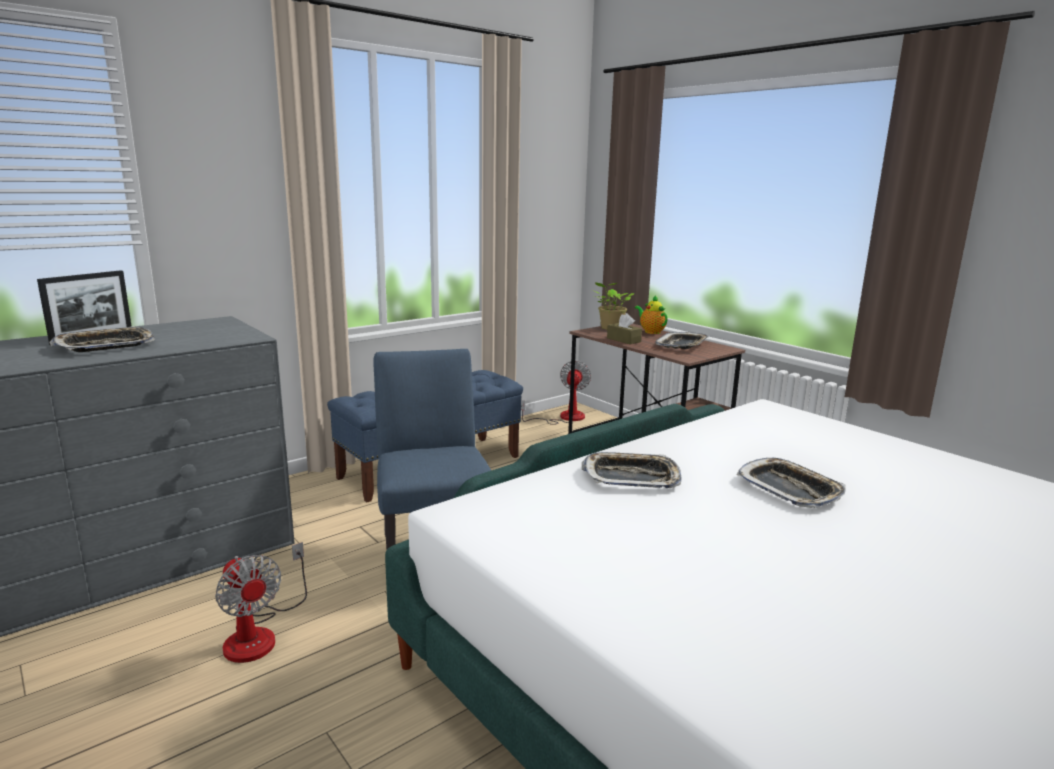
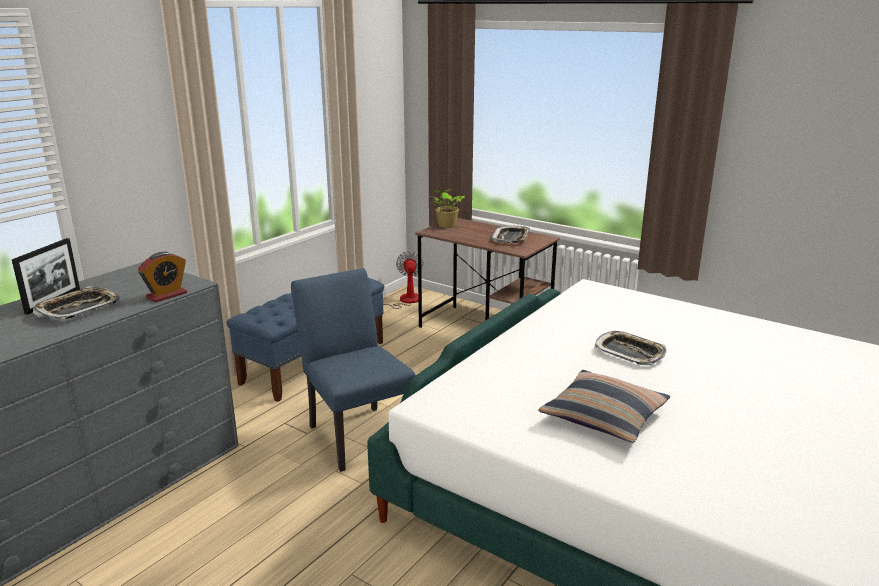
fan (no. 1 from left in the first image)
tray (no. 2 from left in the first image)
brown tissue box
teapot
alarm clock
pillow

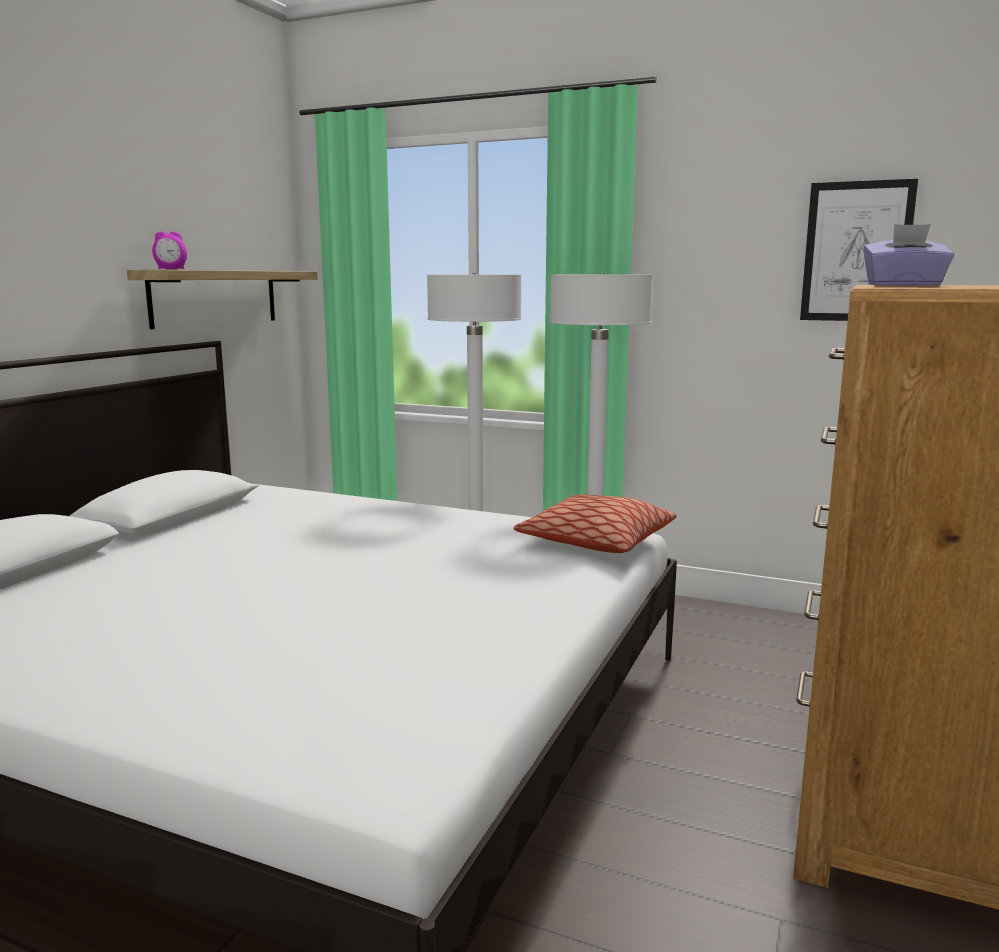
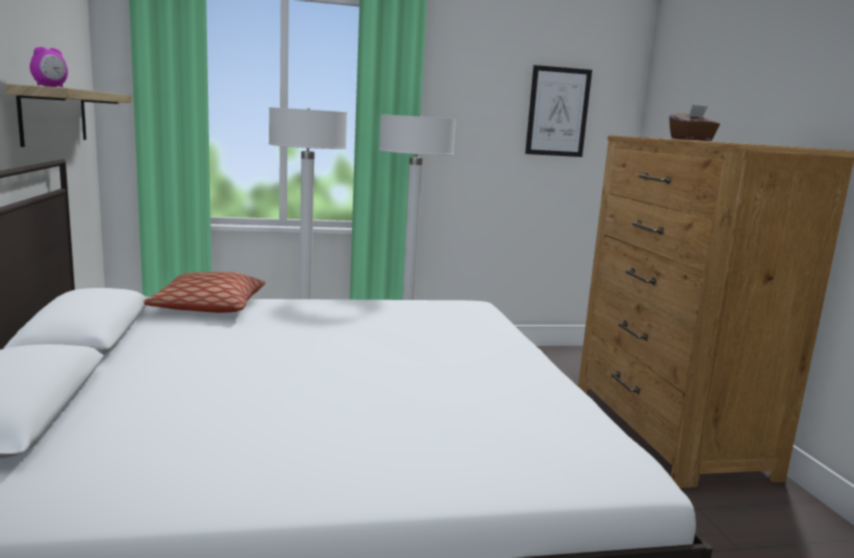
pillow
brown tissue box

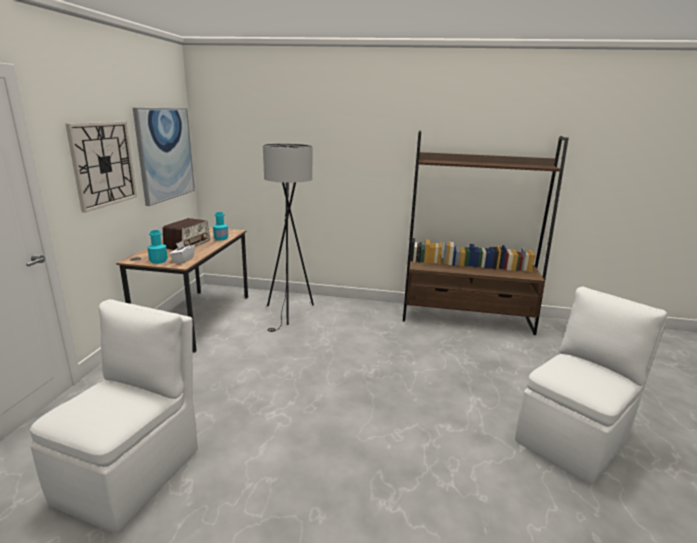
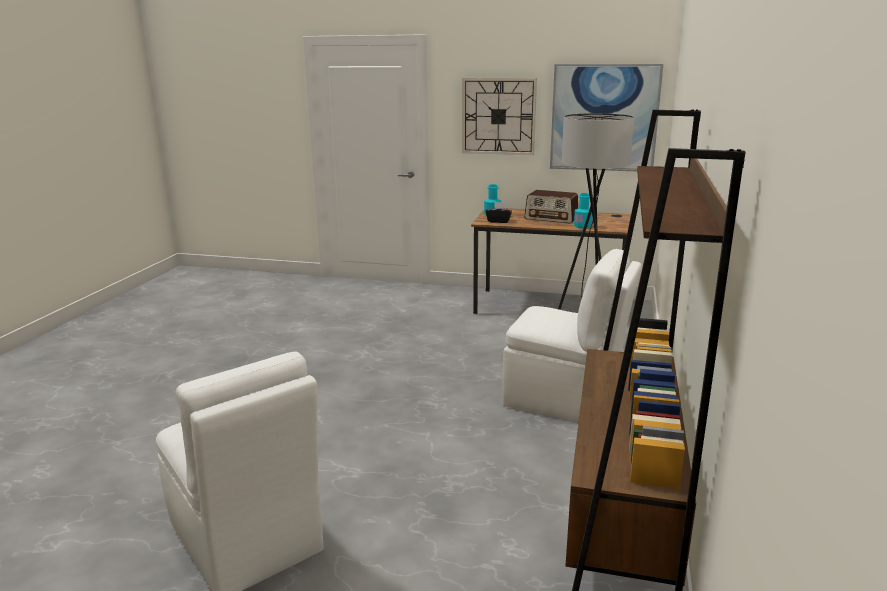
white chair (no. 2 from left)
black tissue box

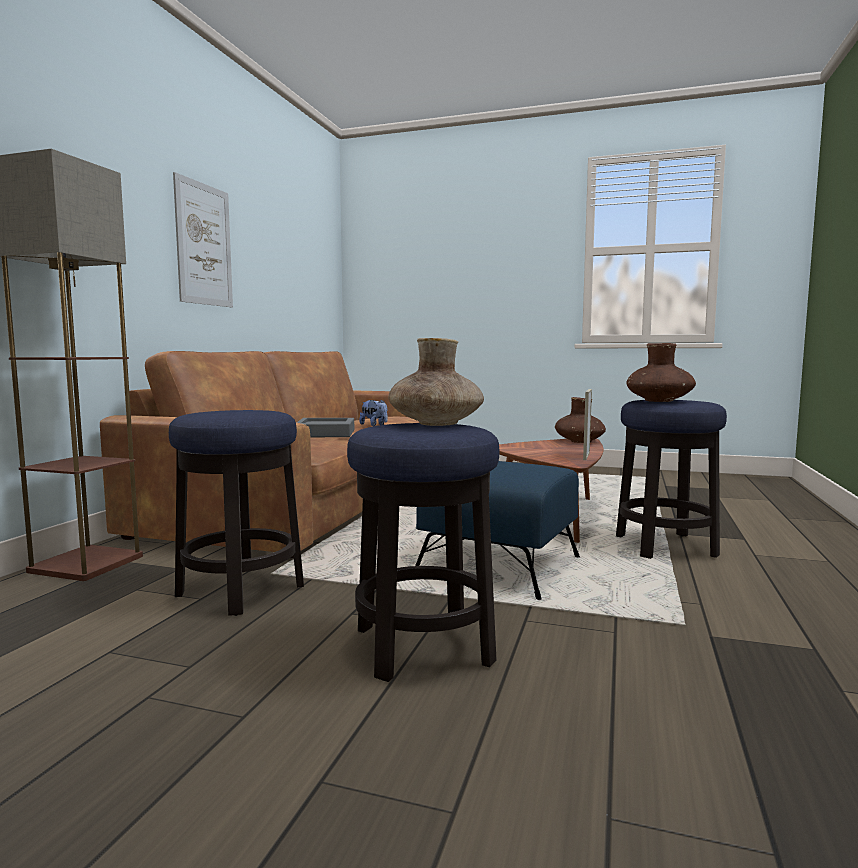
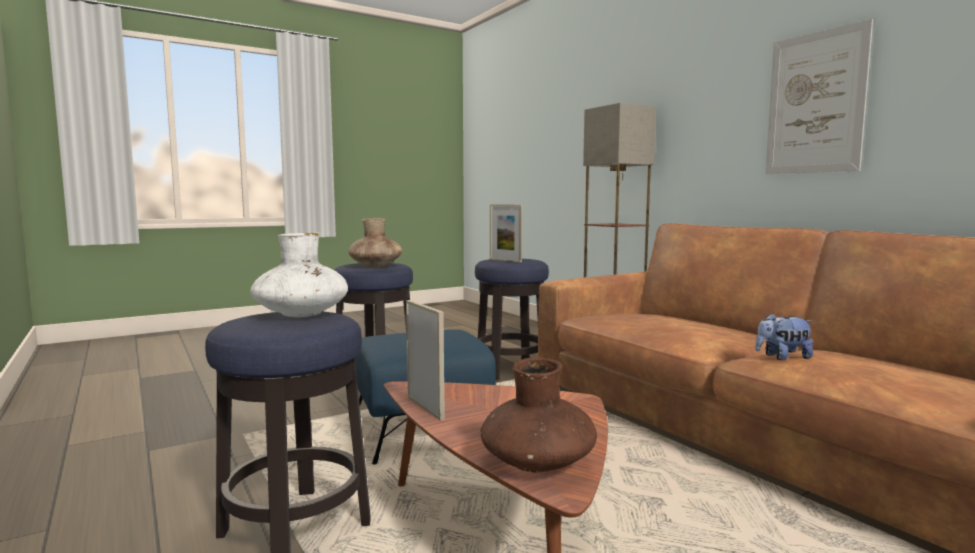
grey tray
picture frame (no. 2 from left)
white vase

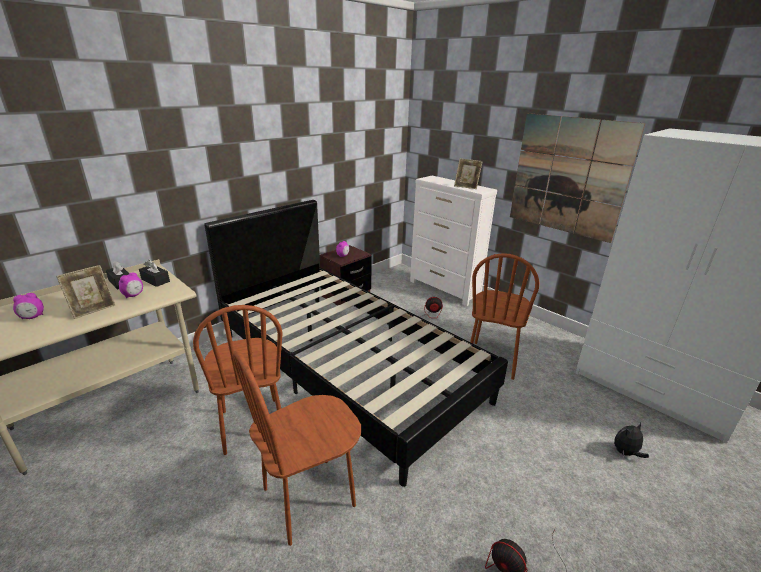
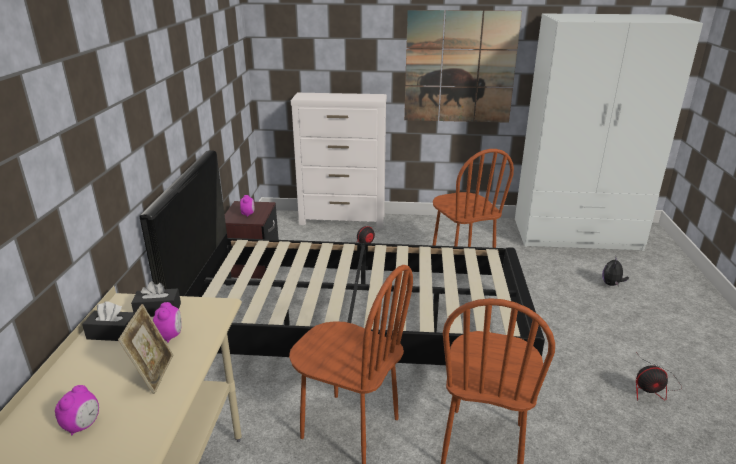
picture frame (no. 2 from left in the first image)

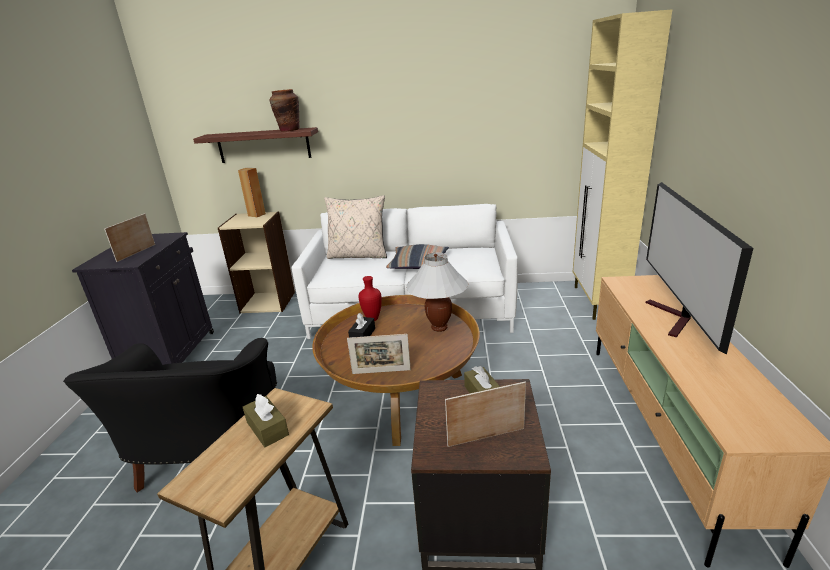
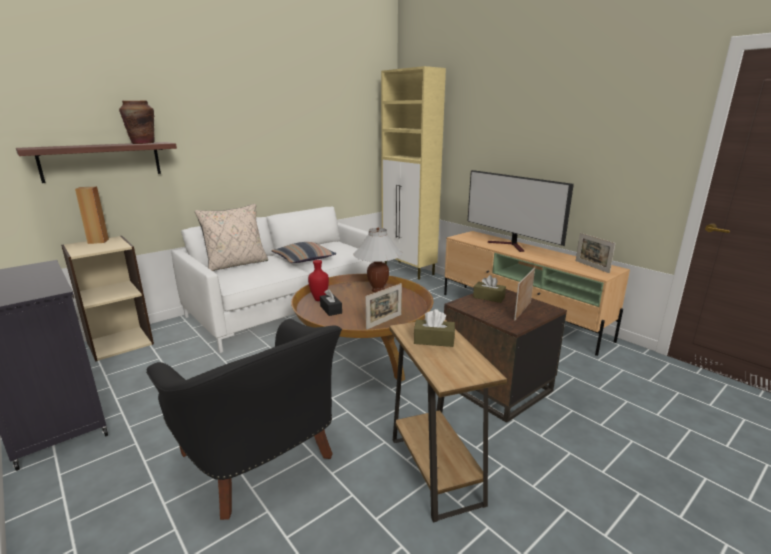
picture frame (no. 3 from left)

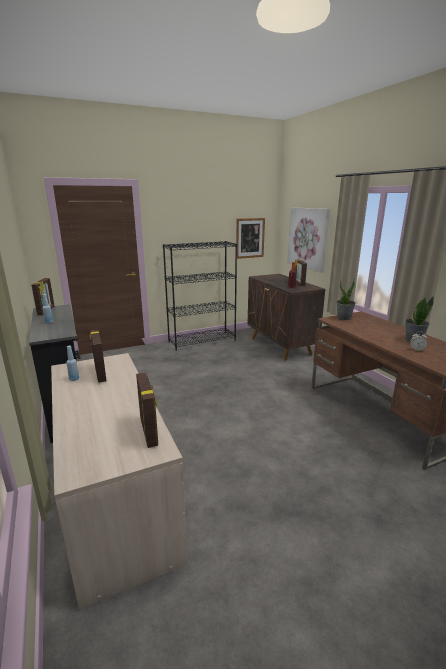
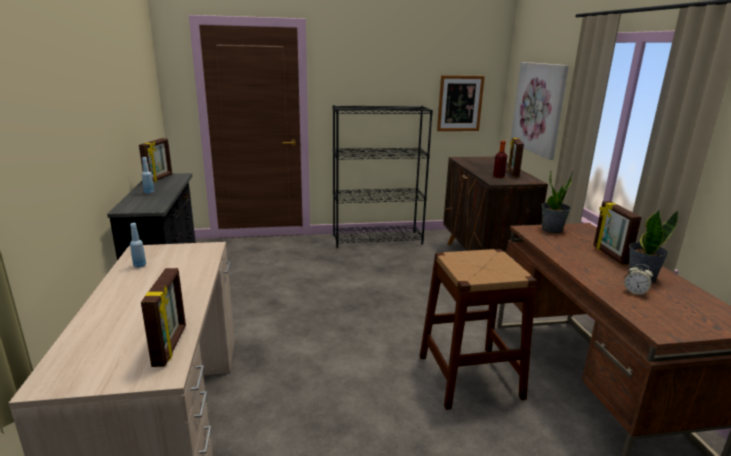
brown stool
picture frame (no. 4 from left)

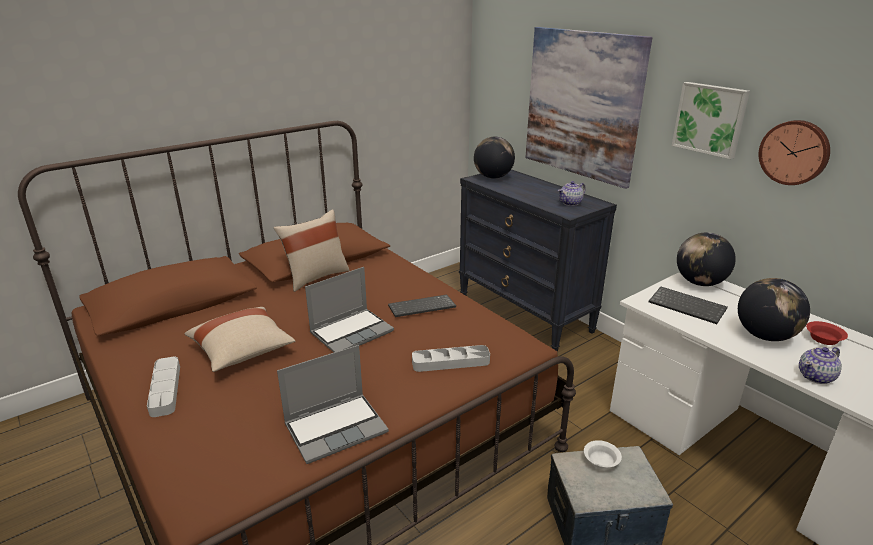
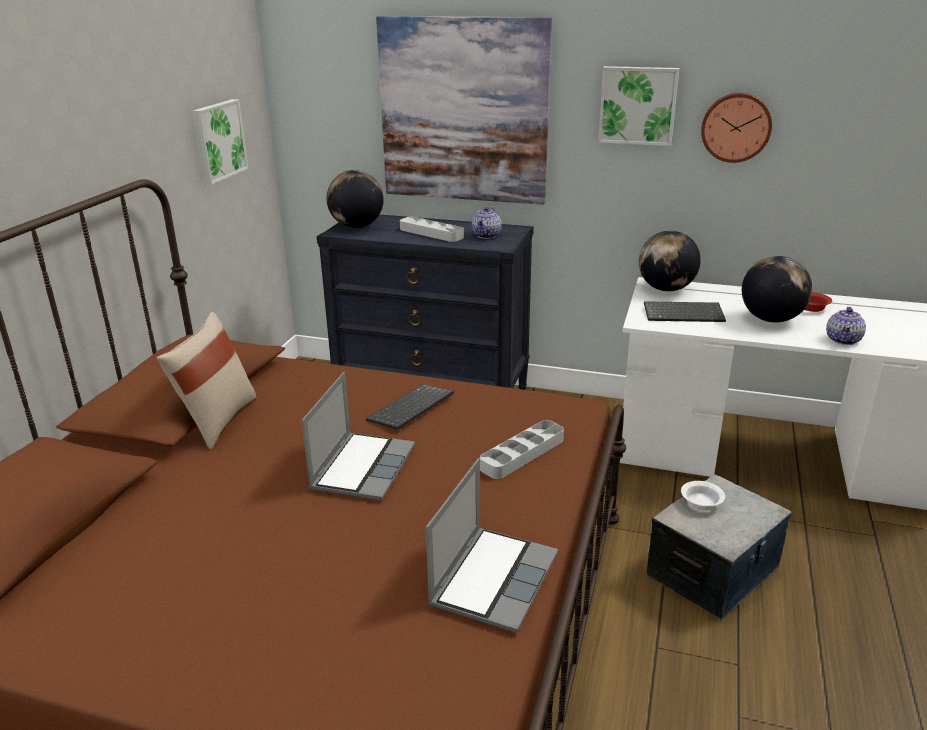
beige pillow (no. 1 from left in the first image)
picture (no. 1 from left)
grey tray (no. 1 from left)

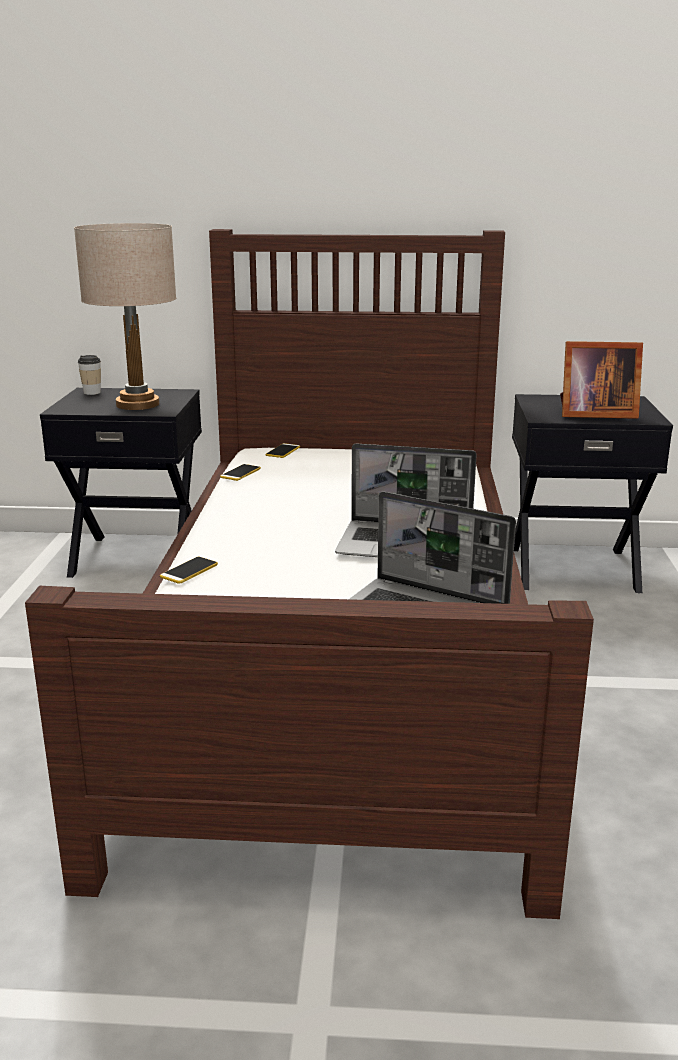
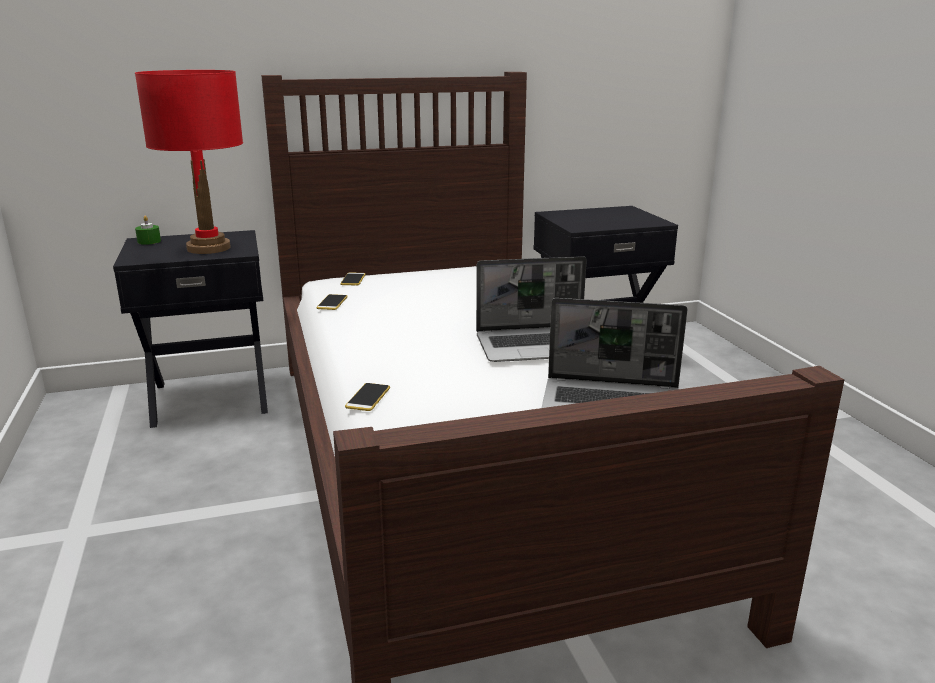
picture frame
green candle
red table lamp

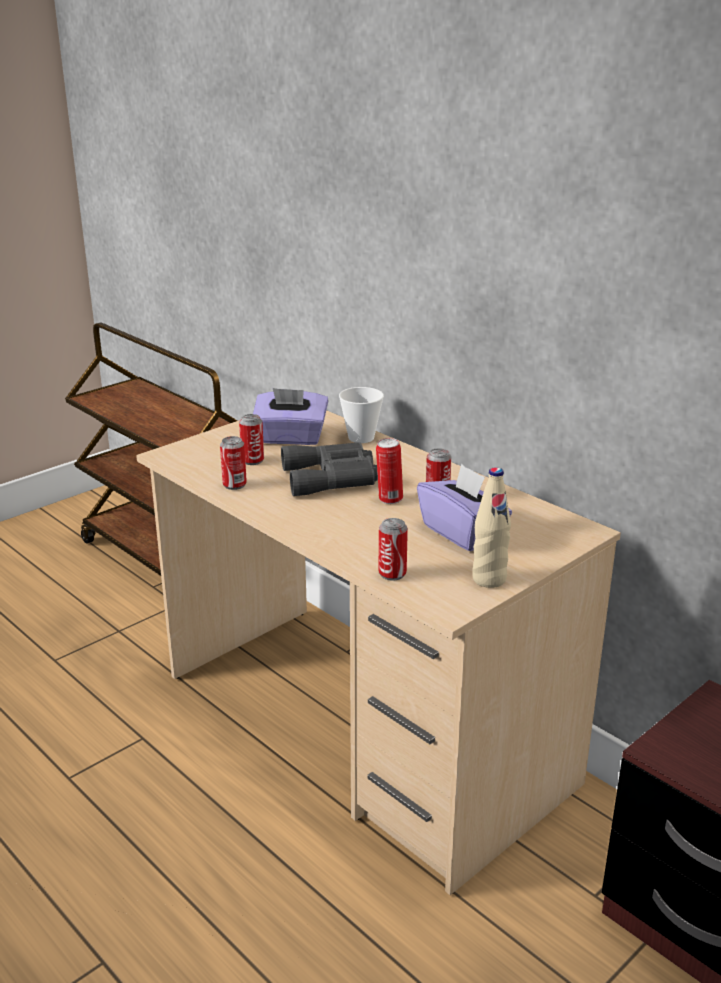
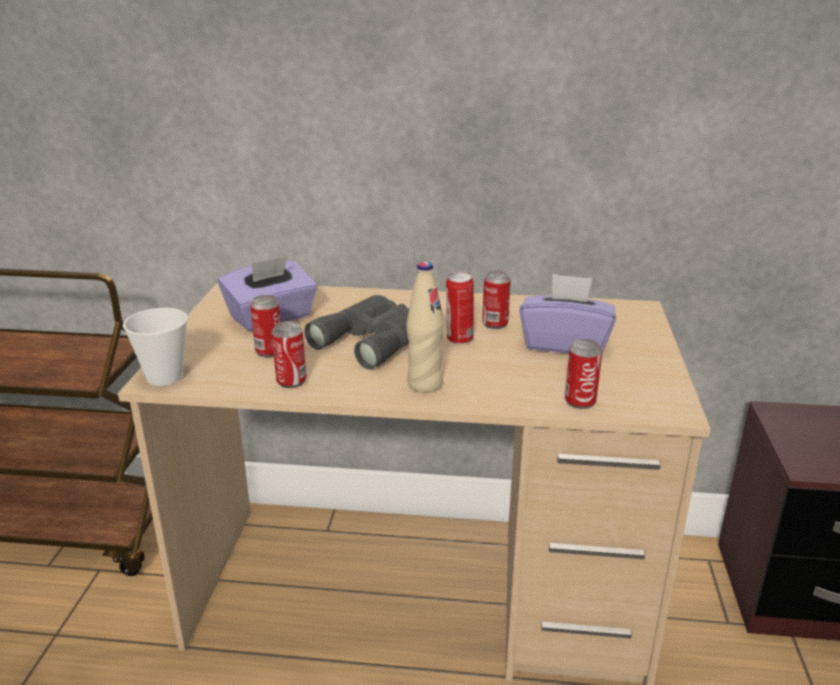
cup
beige bottle

